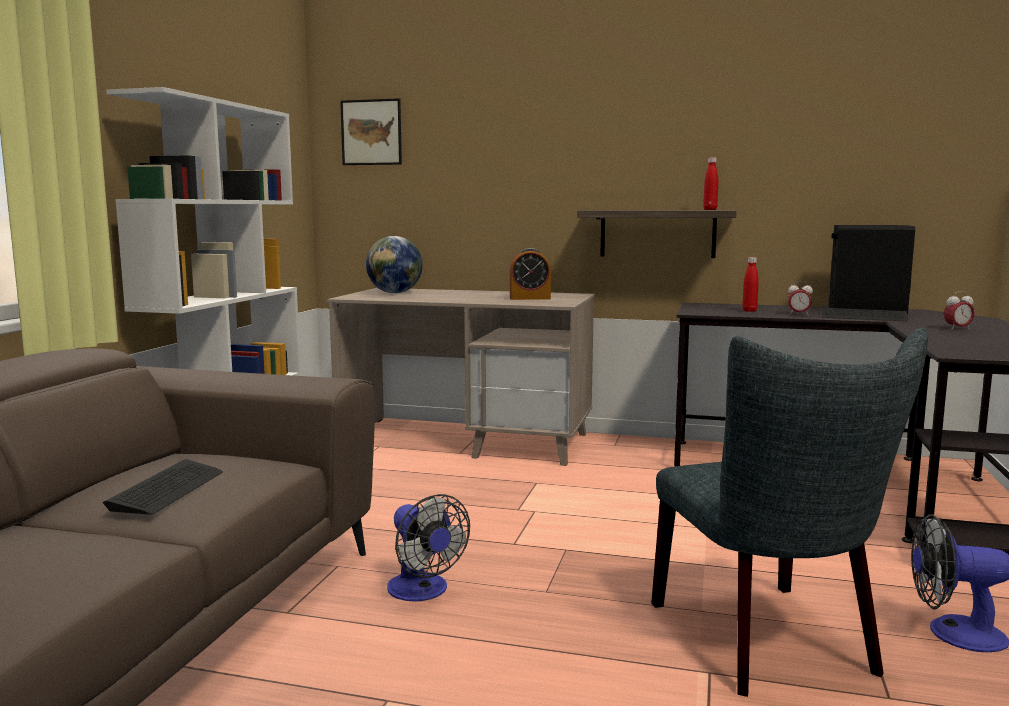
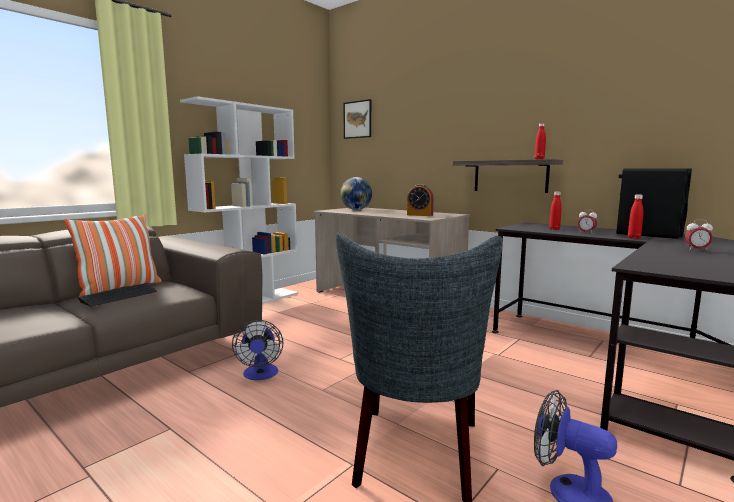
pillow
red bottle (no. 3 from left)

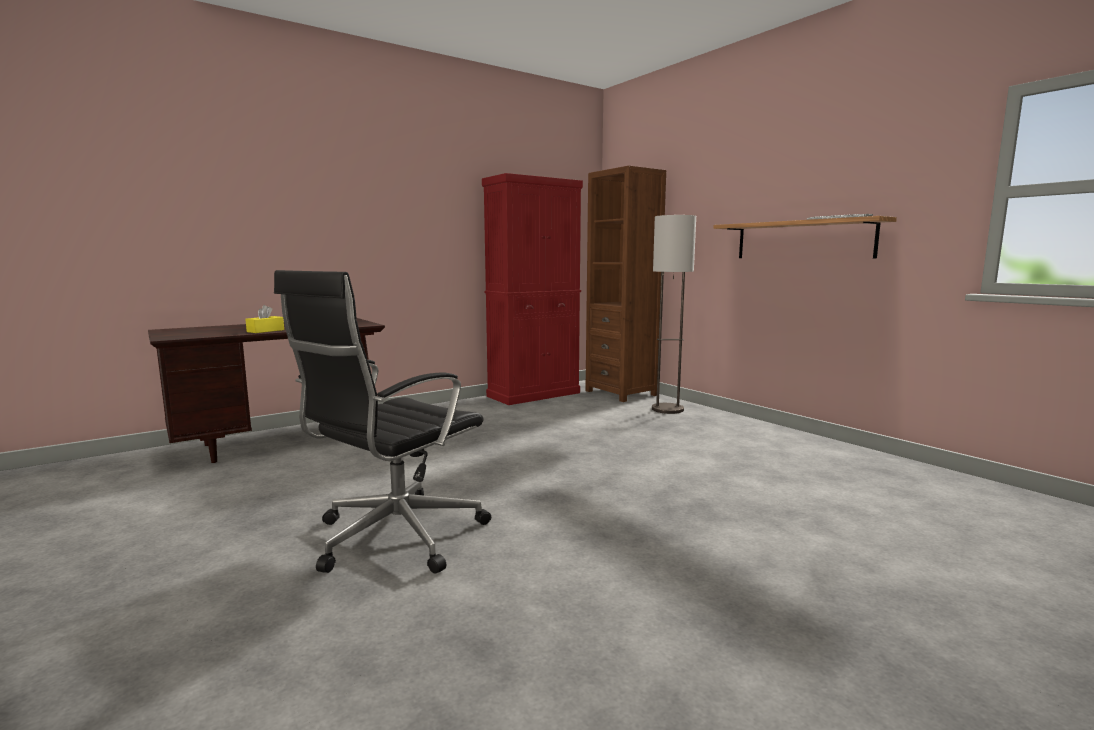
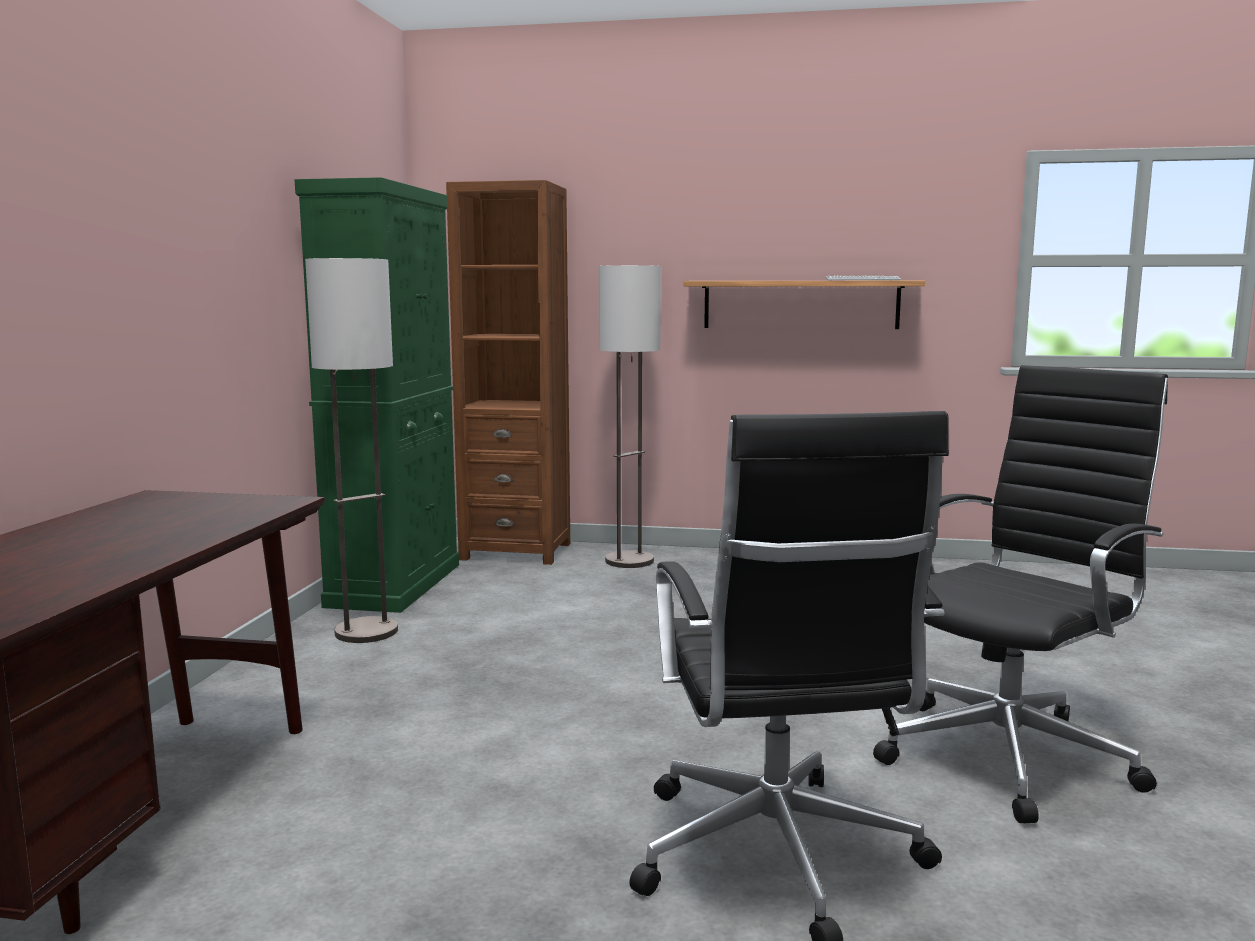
yellow tissue box
floor lamp (no. 1 from left)
black office chair (no. 2 from left)
green cabinet

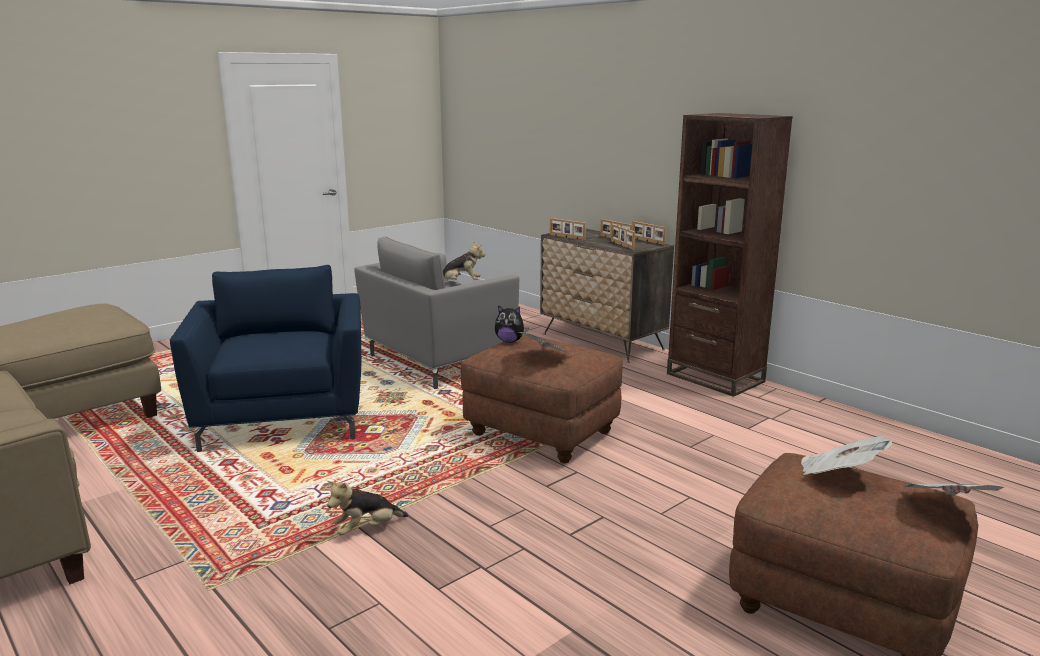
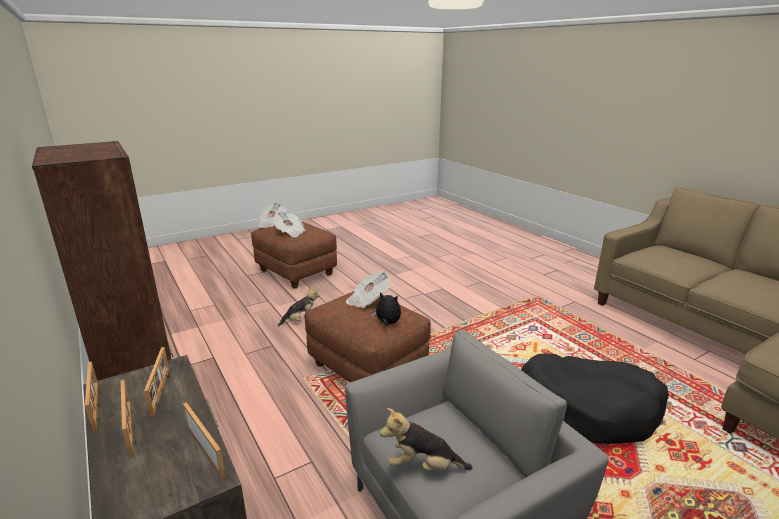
plush toy (no. 1 from left)
black dog bed

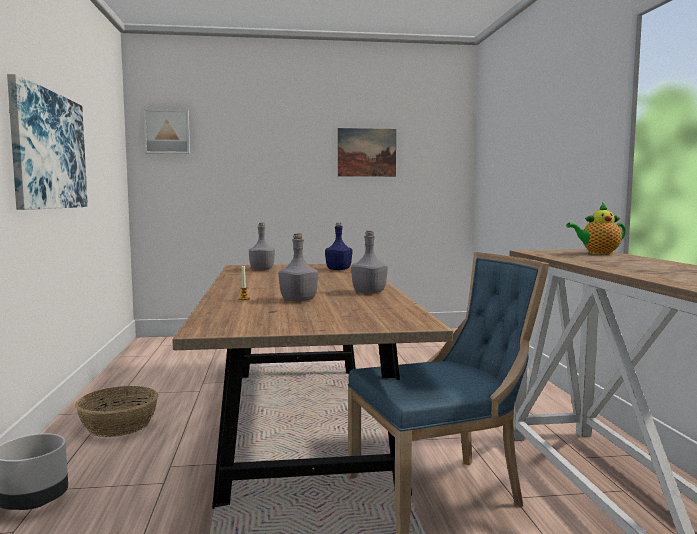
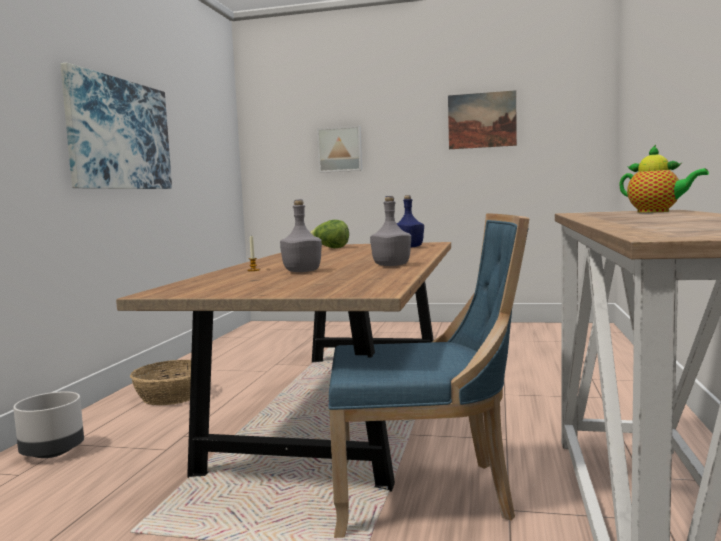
picture (no. 2 from left)
lettuce
teapot

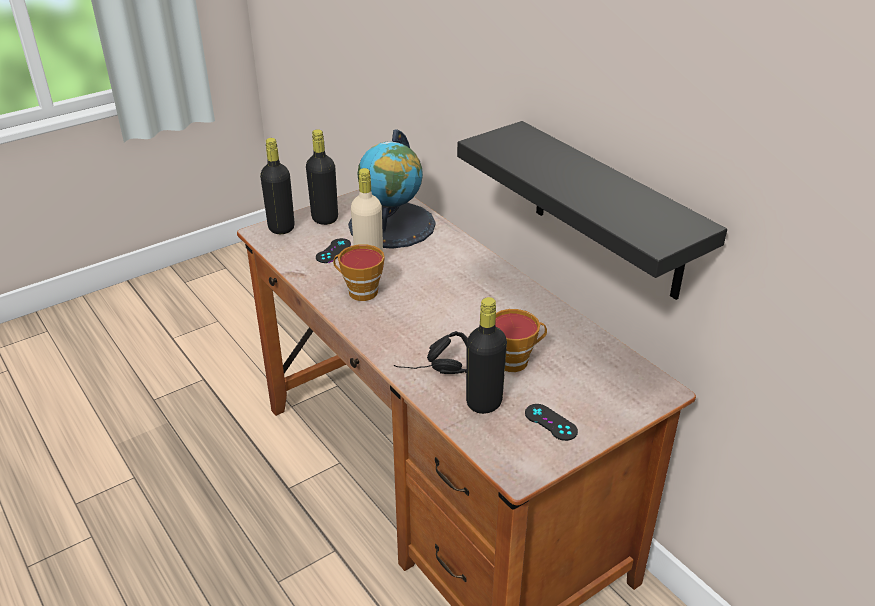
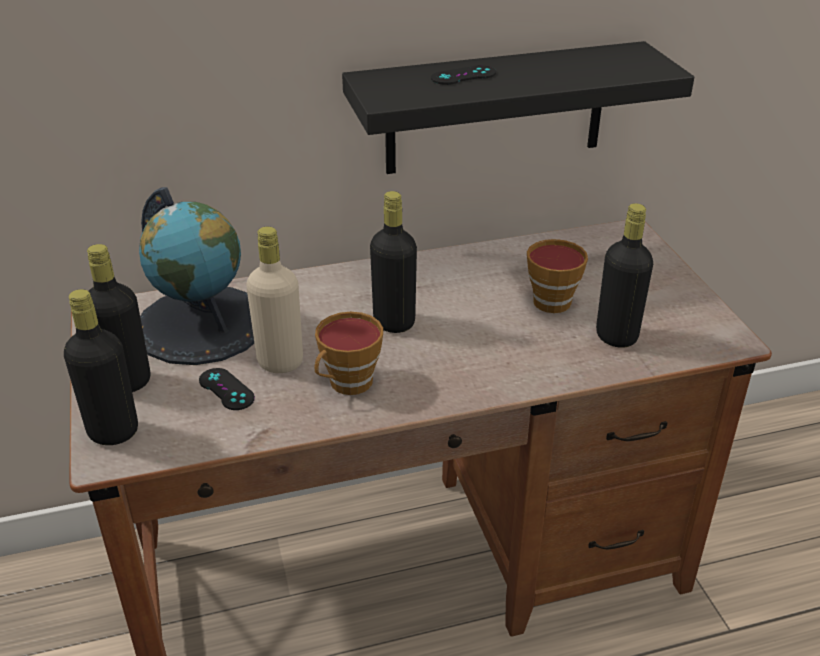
black headphones
black bottle (no. 3 from left)
black game controller (no. 2 from left)

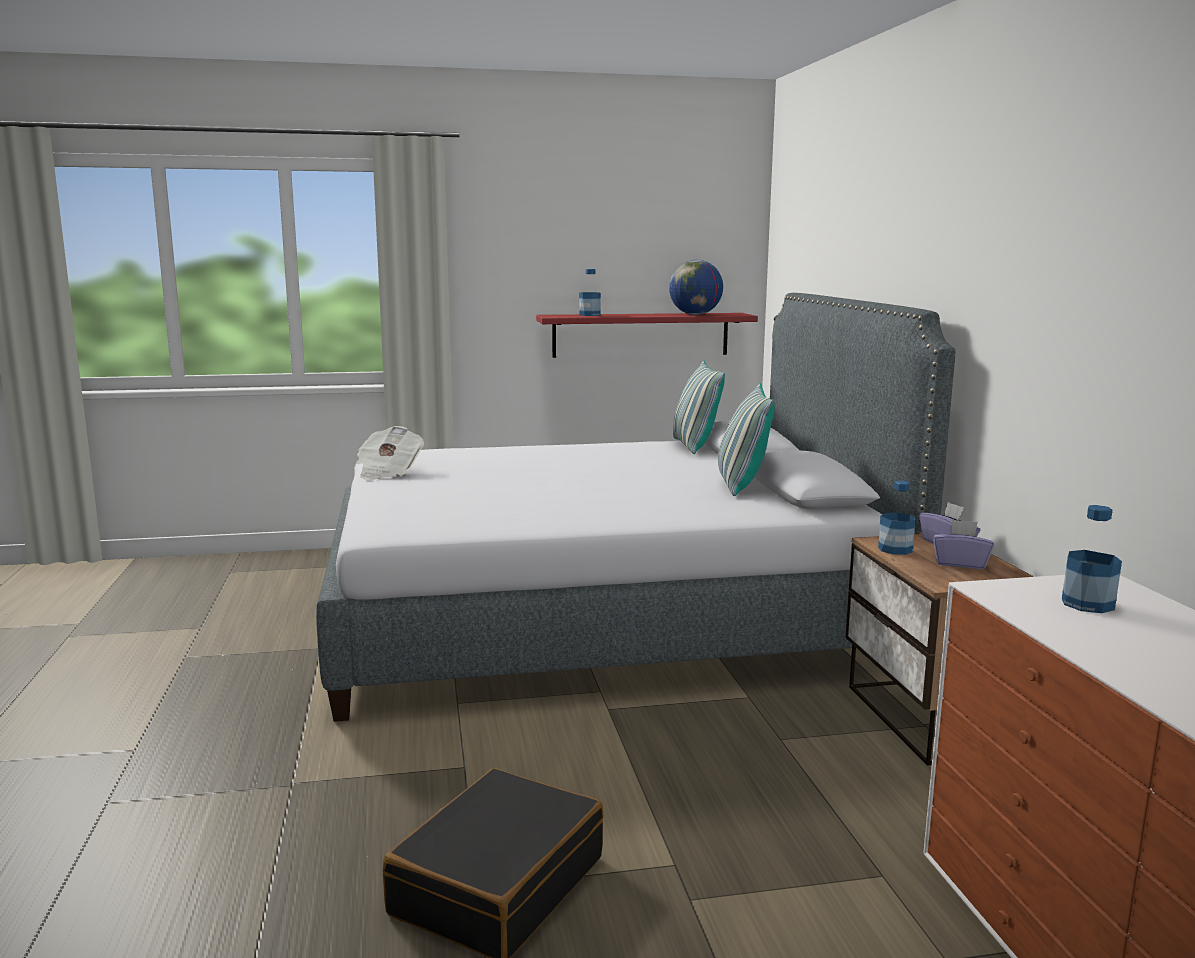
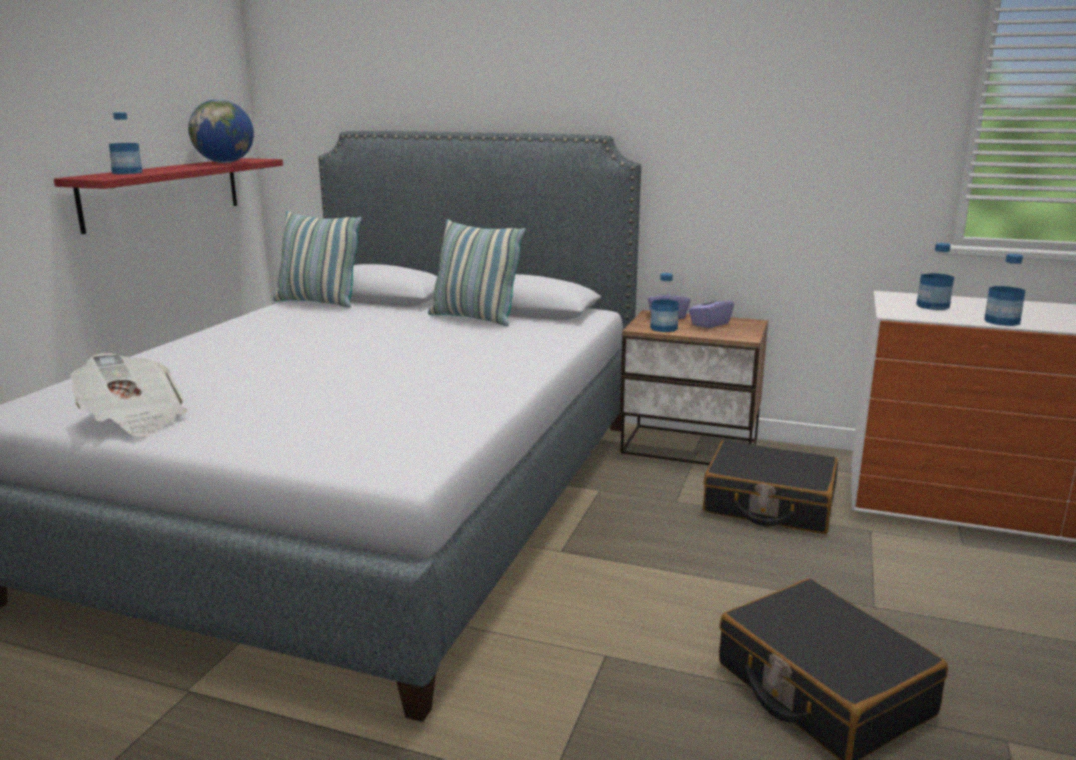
black suitcase (no. 1 from left)
bottle (no. 4 from left)

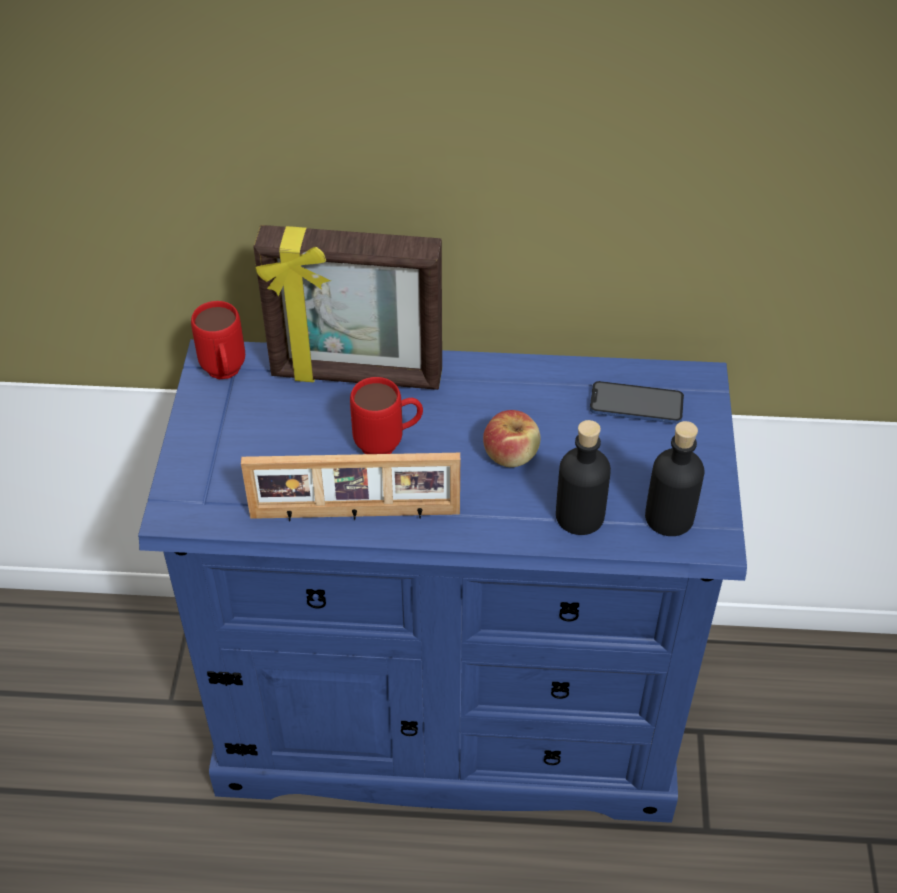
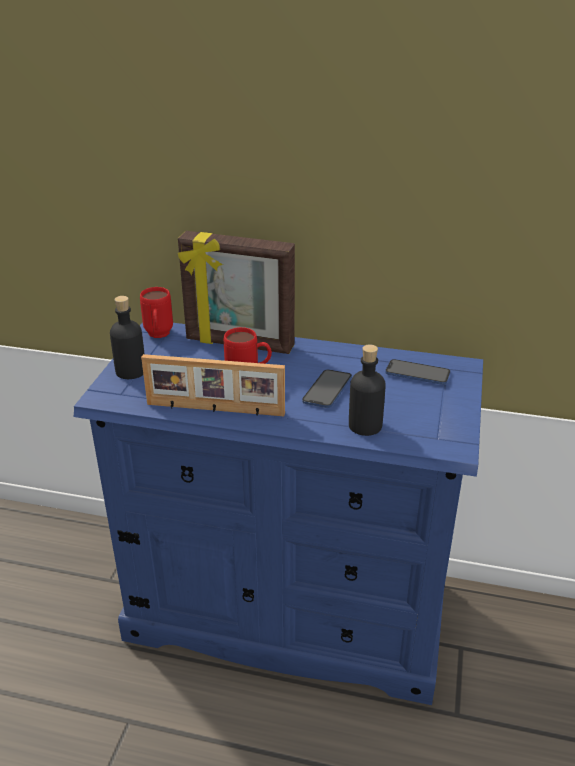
black bottle (no. 1 from left)
phone (no. 1 from left)

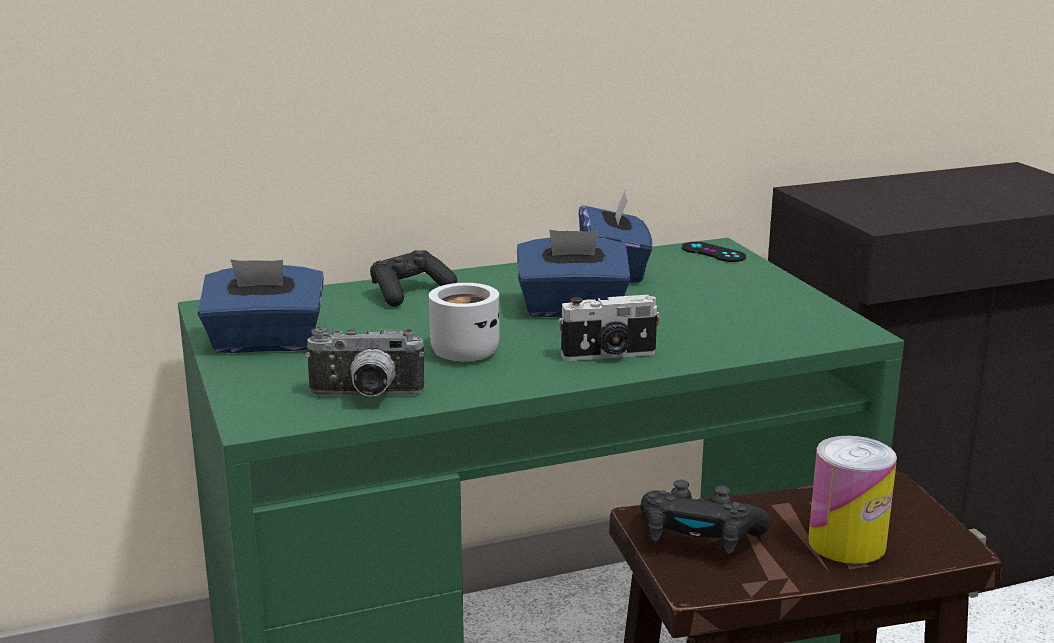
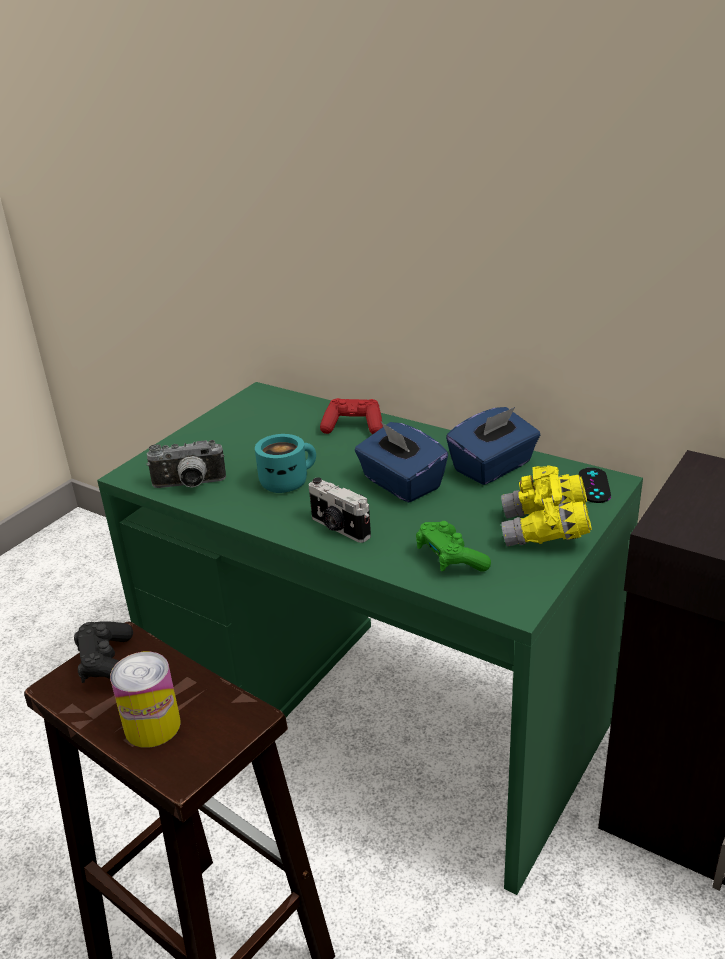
blue tissue box (no. 1 from left in the first image)
green game controller
yellow binoculars
red game controller
turquoise mug
photo camera (no. 1 from left)

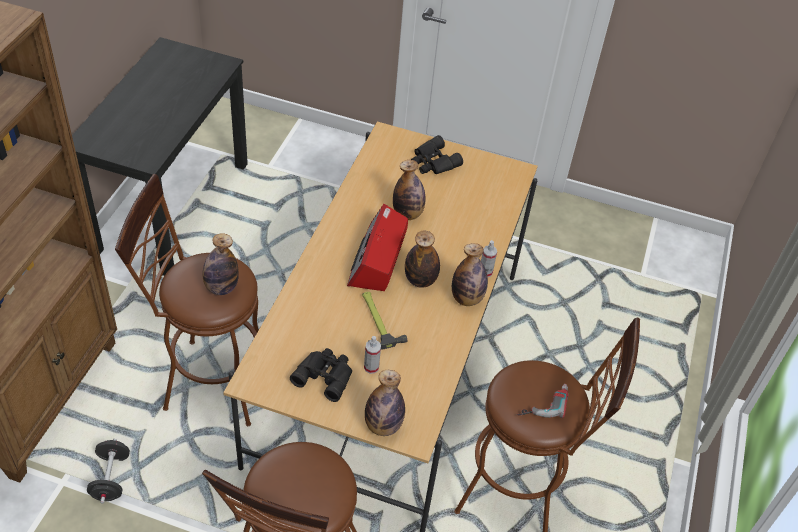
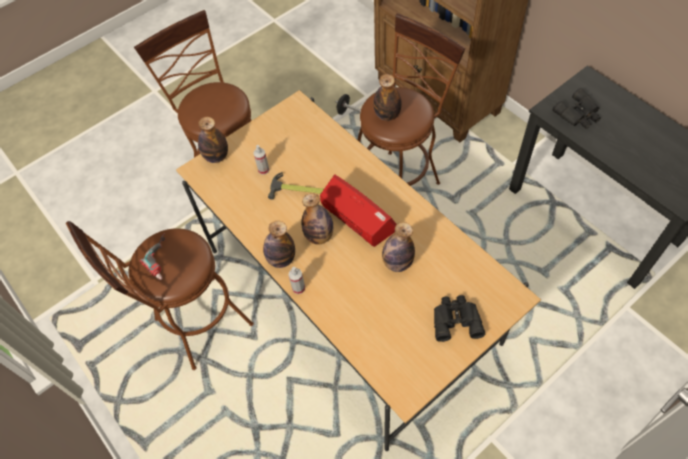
black binoculars (no. 2 from left)

